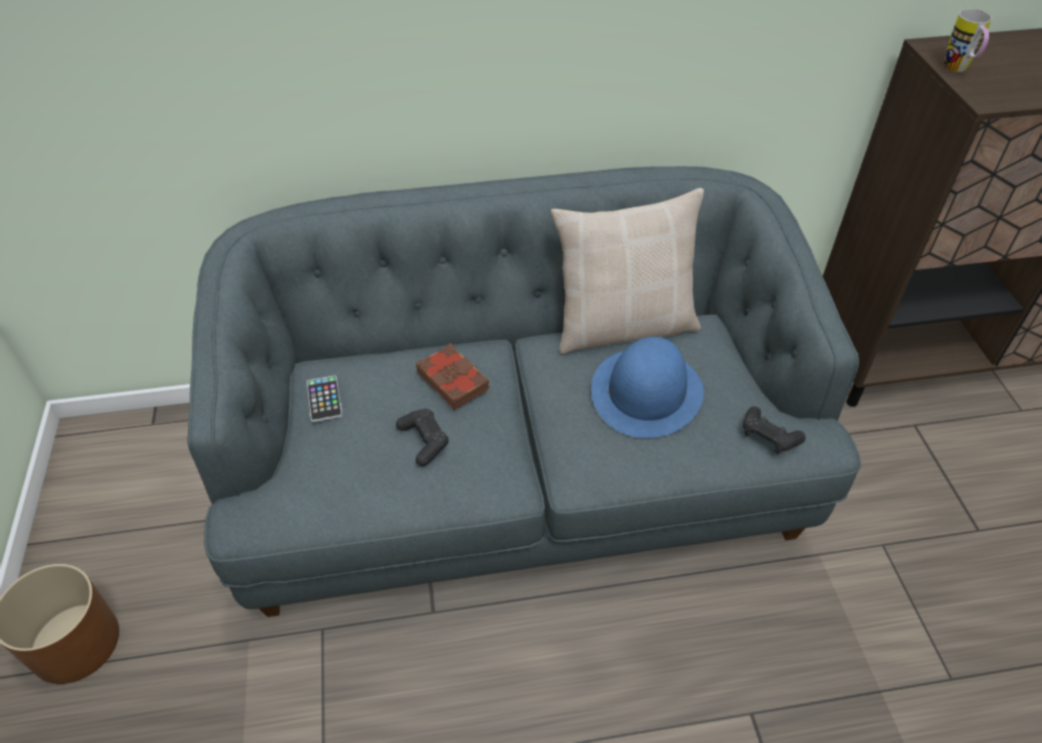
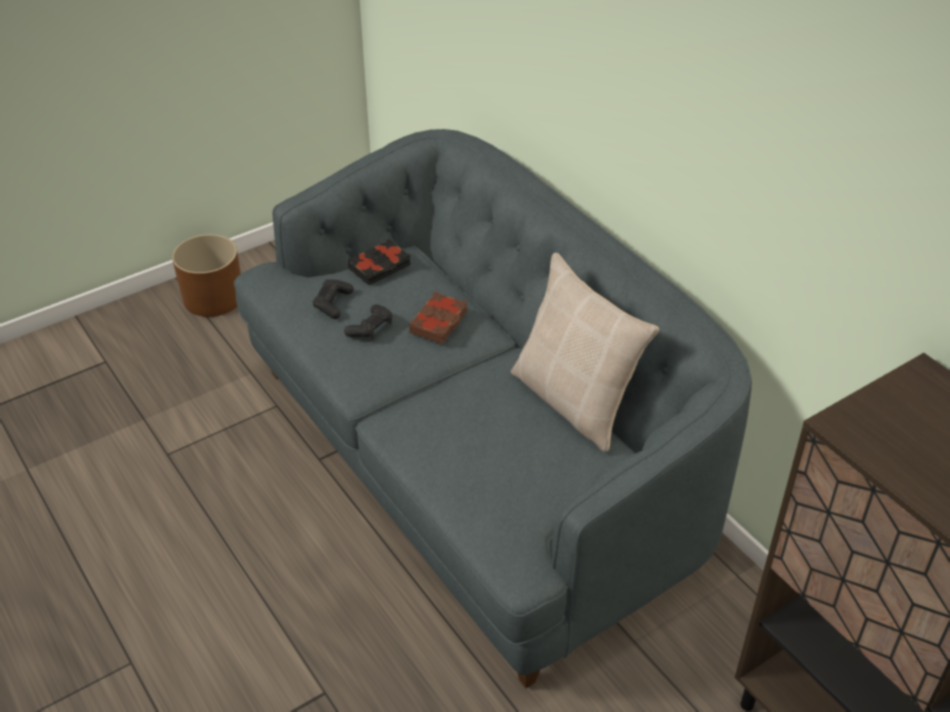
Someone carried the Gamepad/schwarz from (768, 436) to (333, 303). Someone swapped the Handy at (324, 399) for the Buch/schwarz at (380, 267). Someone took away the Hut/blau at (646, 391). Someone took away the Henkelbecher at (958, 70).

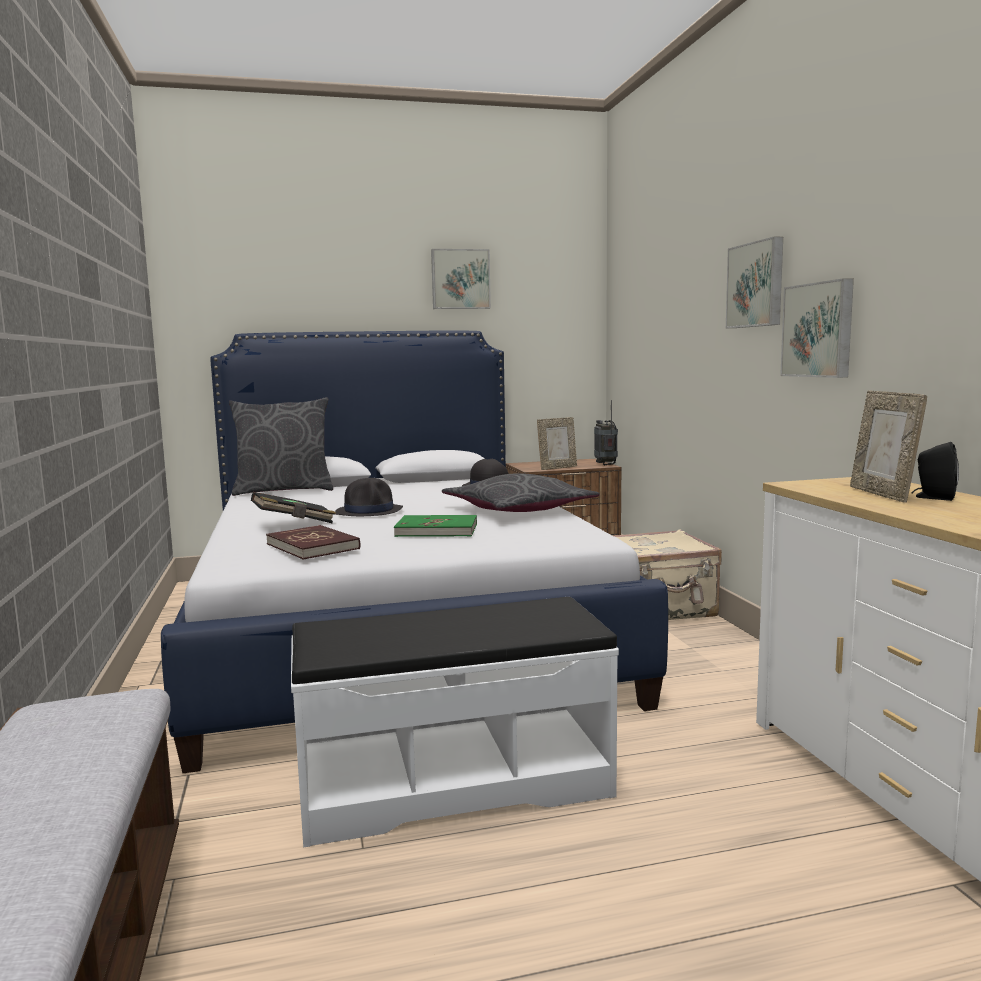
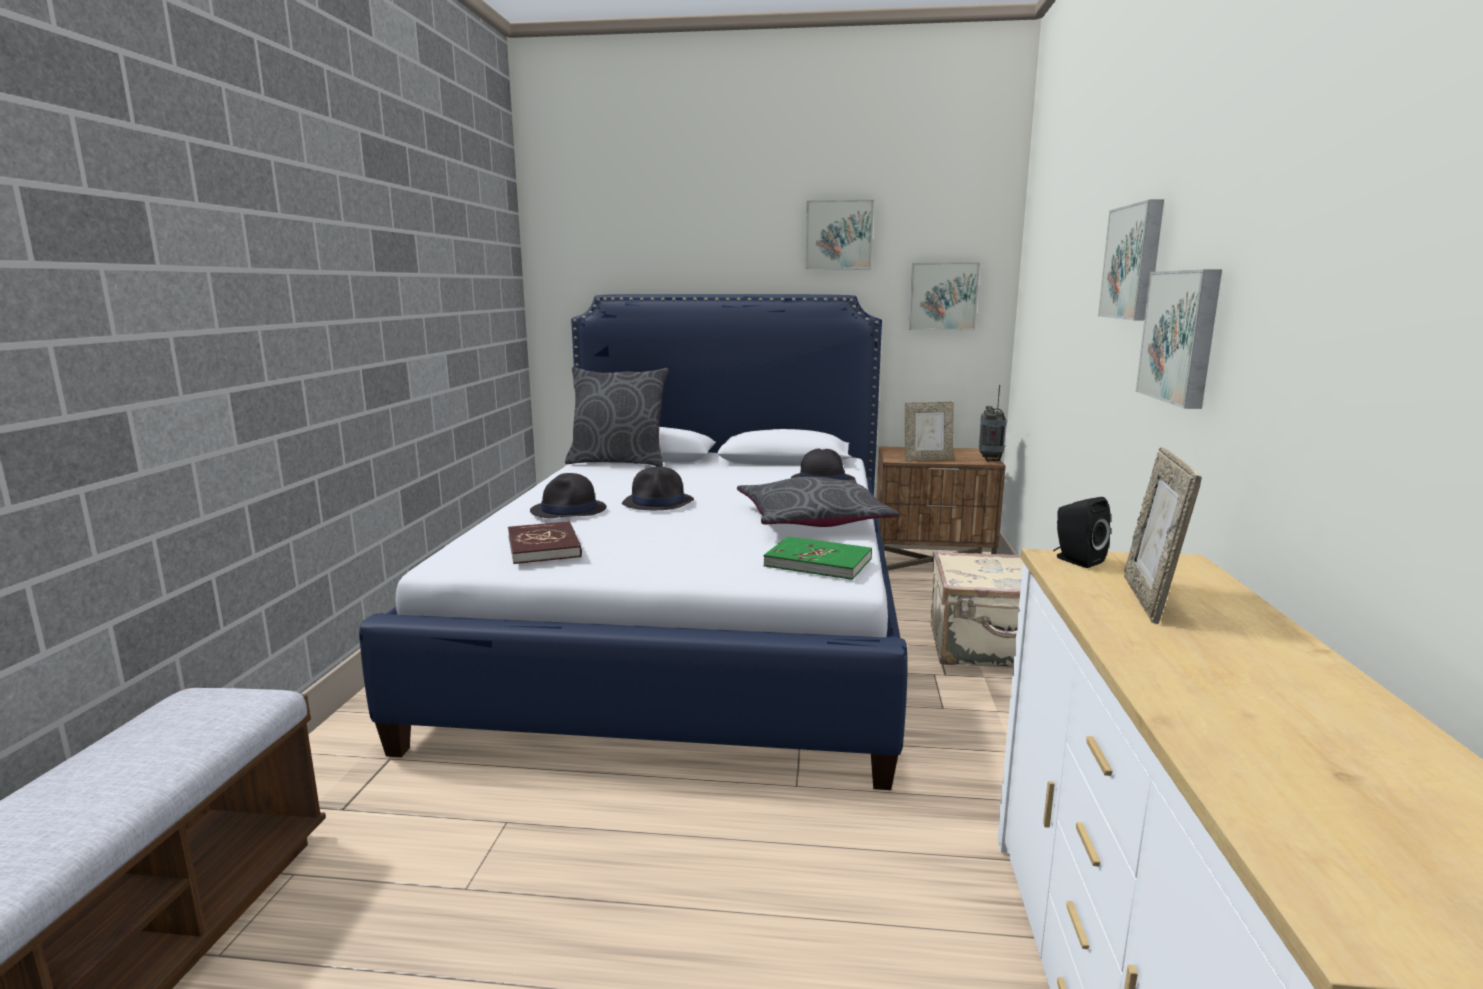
Someone swapped the Buch/schwarz at (294, 523) for the Hut/schwarz at (569, 510). Someone carried the Buch/grün from (436, 530) to (818, 562). Someone put up the Bild at (942, 296). Someone carried the Lautsprecher/schwarz from (933, 497) to (1075, 560). Someone took away the Bank/weiß at (453, 783).

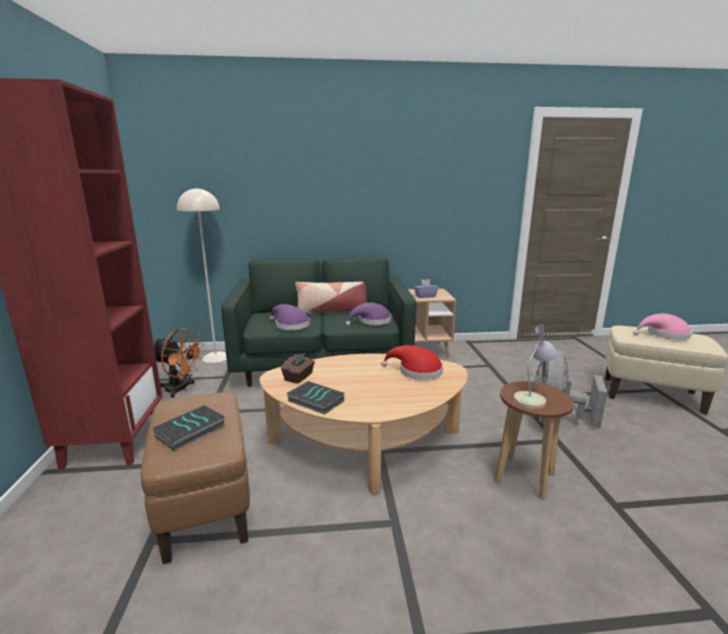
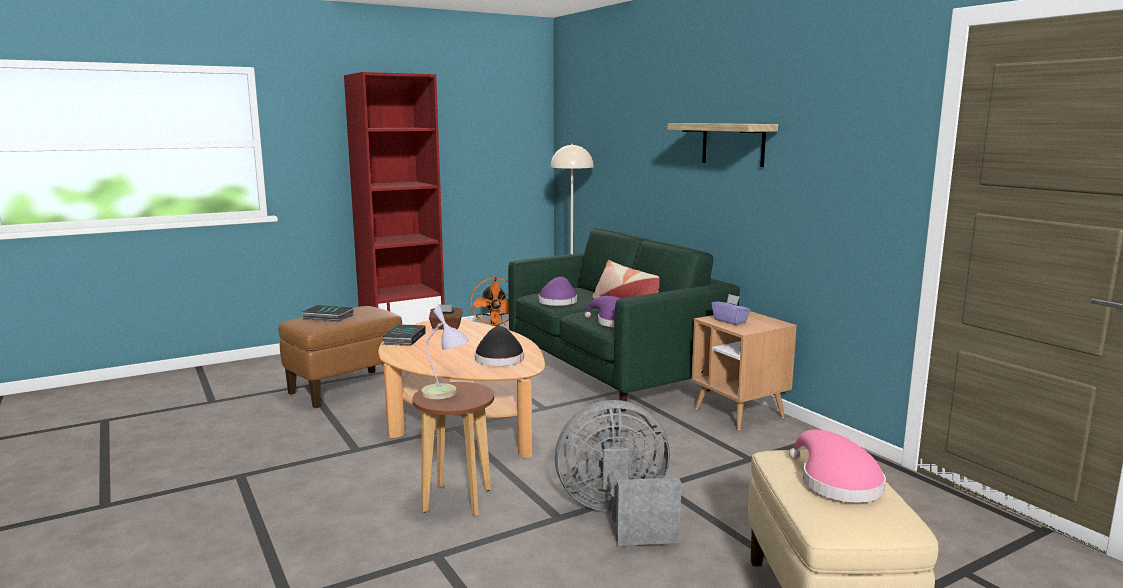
Someone repainted the Hut/rot at (416, 371), which became the Hut/schwarz at (499, 359). Someone put up the Wandregal at (733, 144).

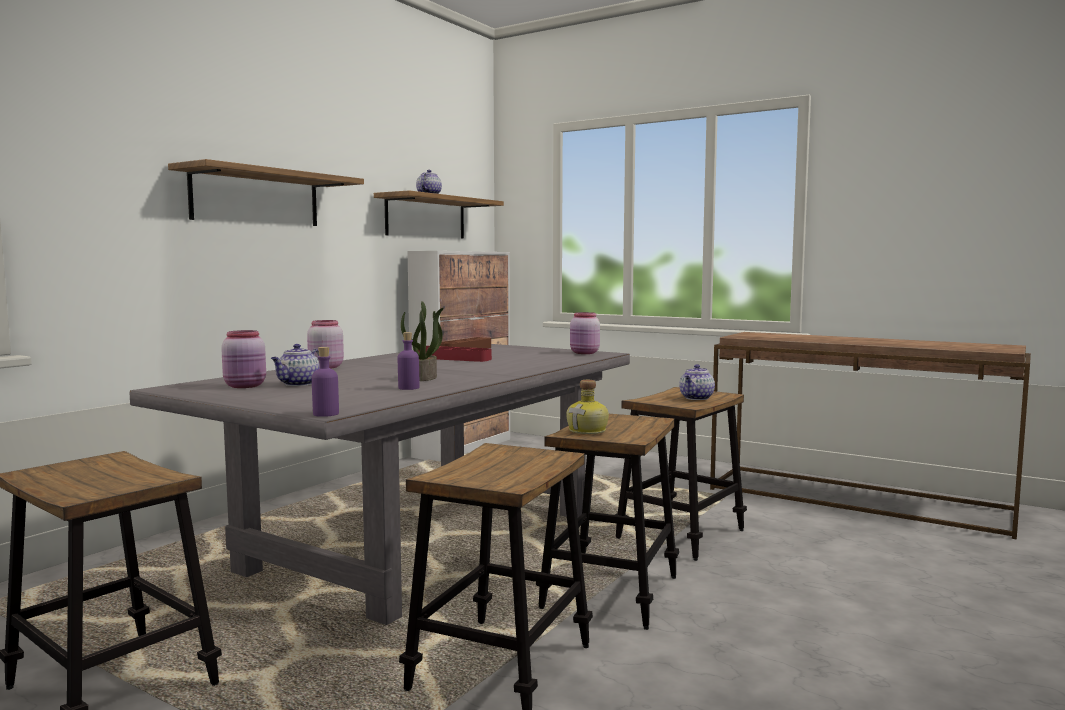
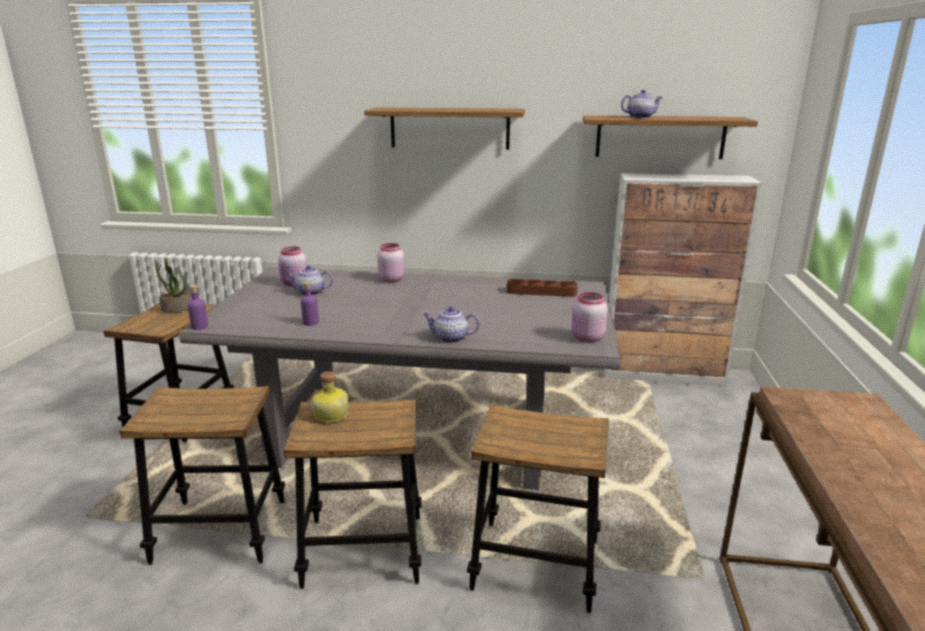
Someone carried the Topfpflanze from (423, 378) to (176, 309). Someone carried the Teekanne from (696, 398) to (450, 338). Someone took away the Tablett/rot at (452, 358).

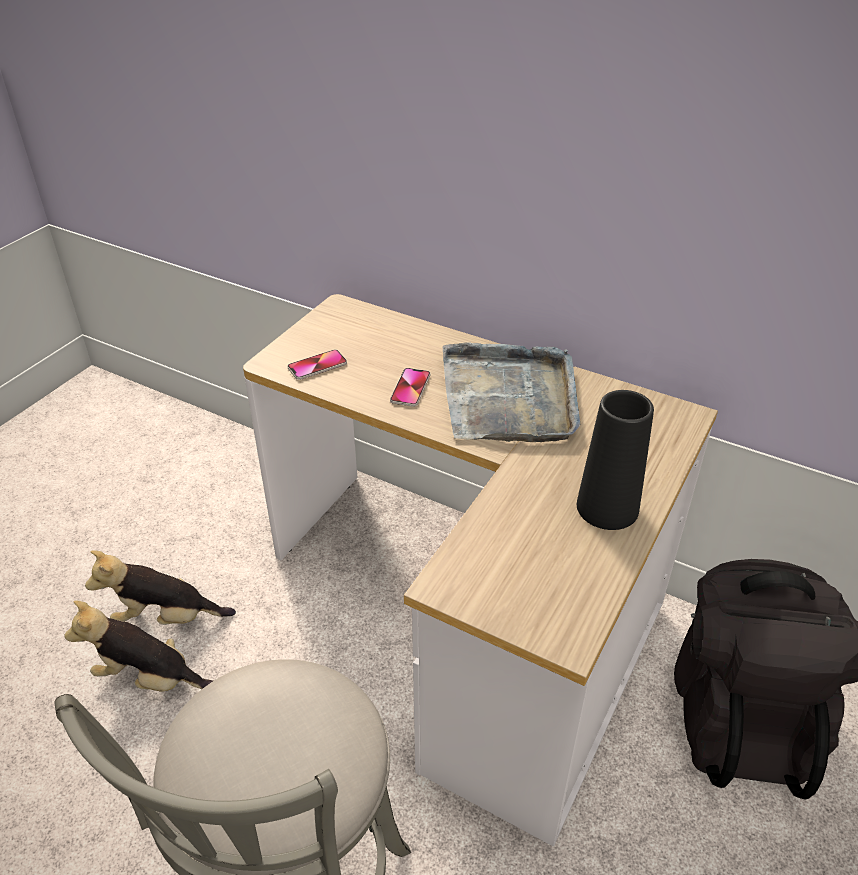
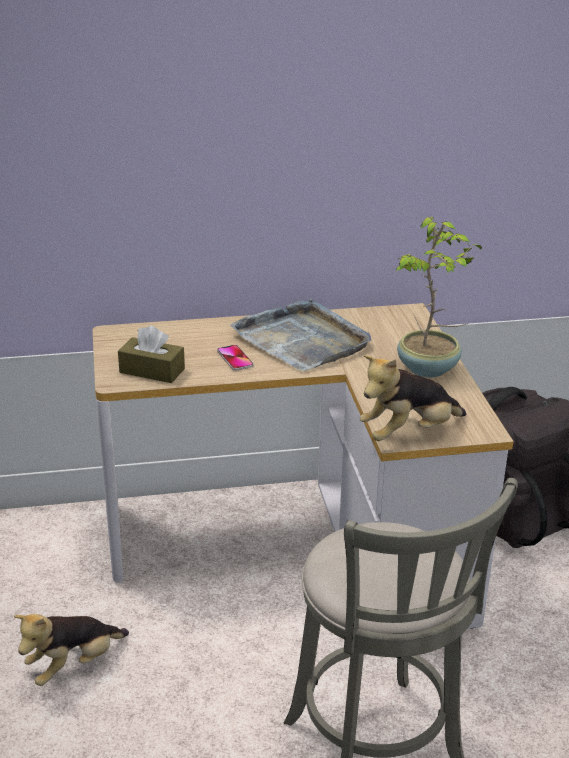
Someone swapped the Handy at (317, 366) for the Taschentuchbox/braun at (152, 371). Someone carried the Plüschtier from (150, 678) to (408, 433). Someone swapped the Vase/schwarz at (607, 507) for the Topfpflanze at (429, 369).

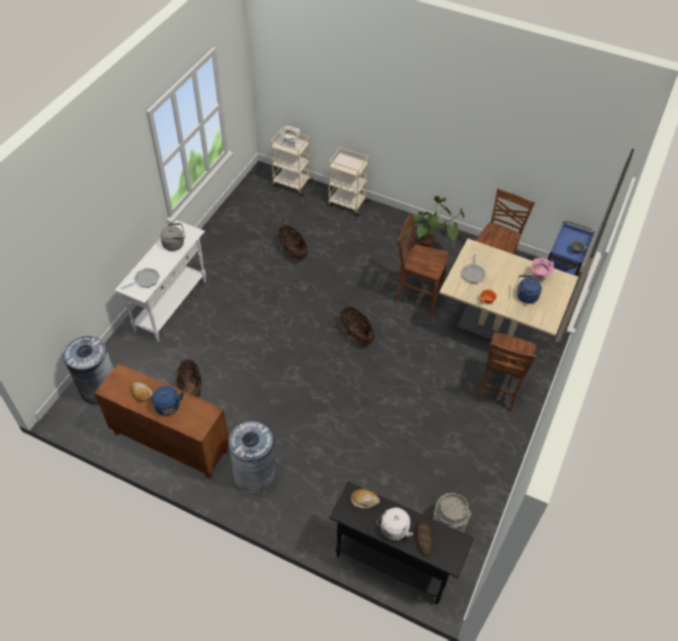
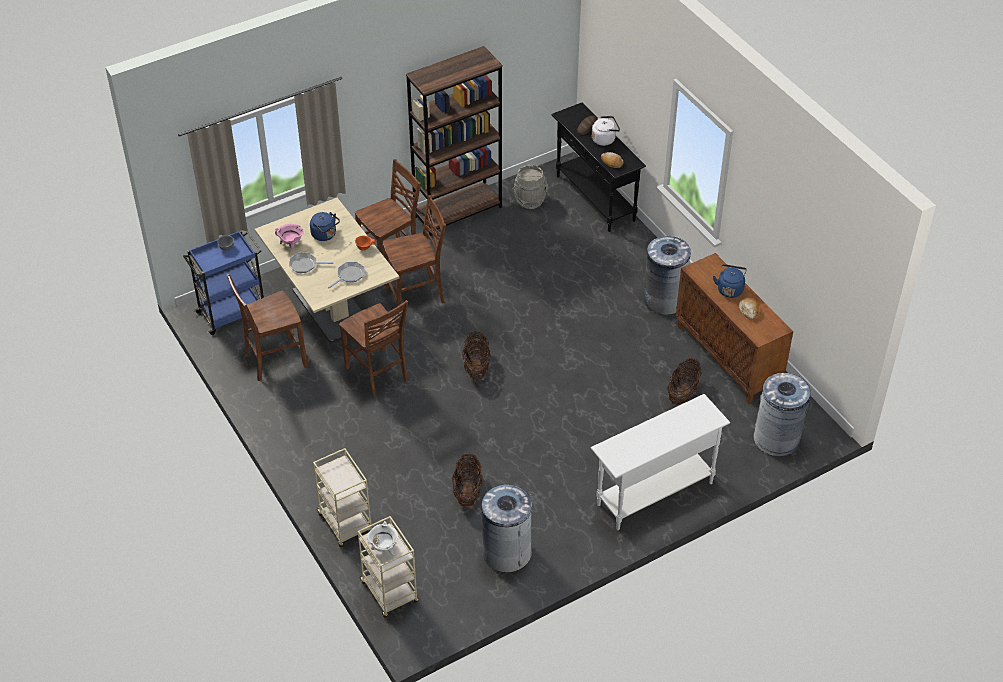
Someone carried the Pfanne from (145, 280) to (305, 265). Someone put down the Stuhl/braun at (416, 296). Someone put down the Bücherregal/braun at (458, 211). Someone put down the Mülleimer/grau at (506, 552). Someone took away the Wasserkessel/grau at (175, 244). Someone took away the Topfpflanze at (430, 244).

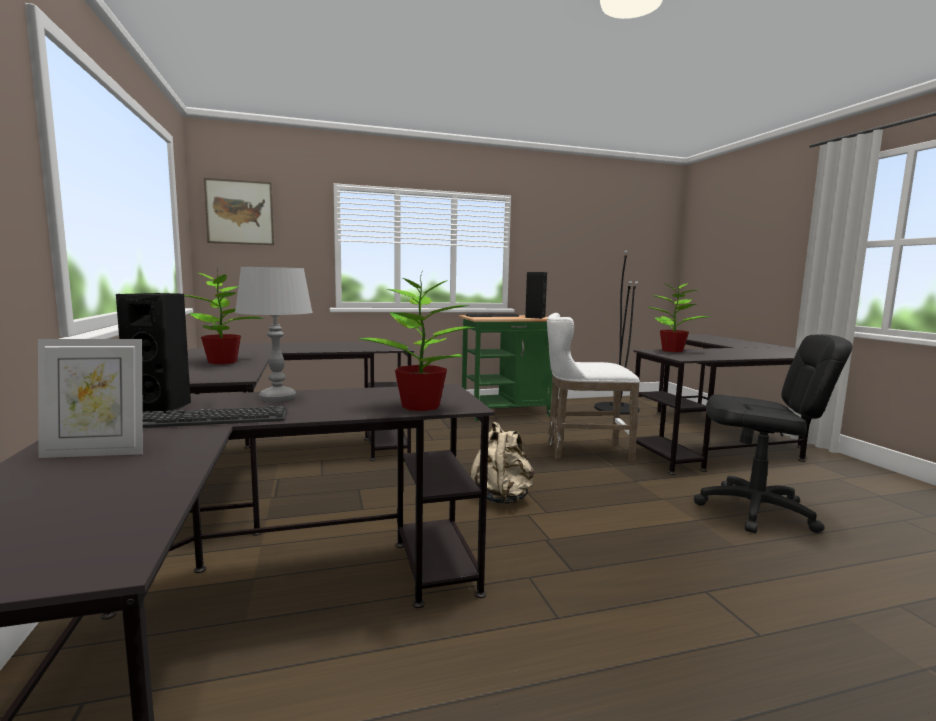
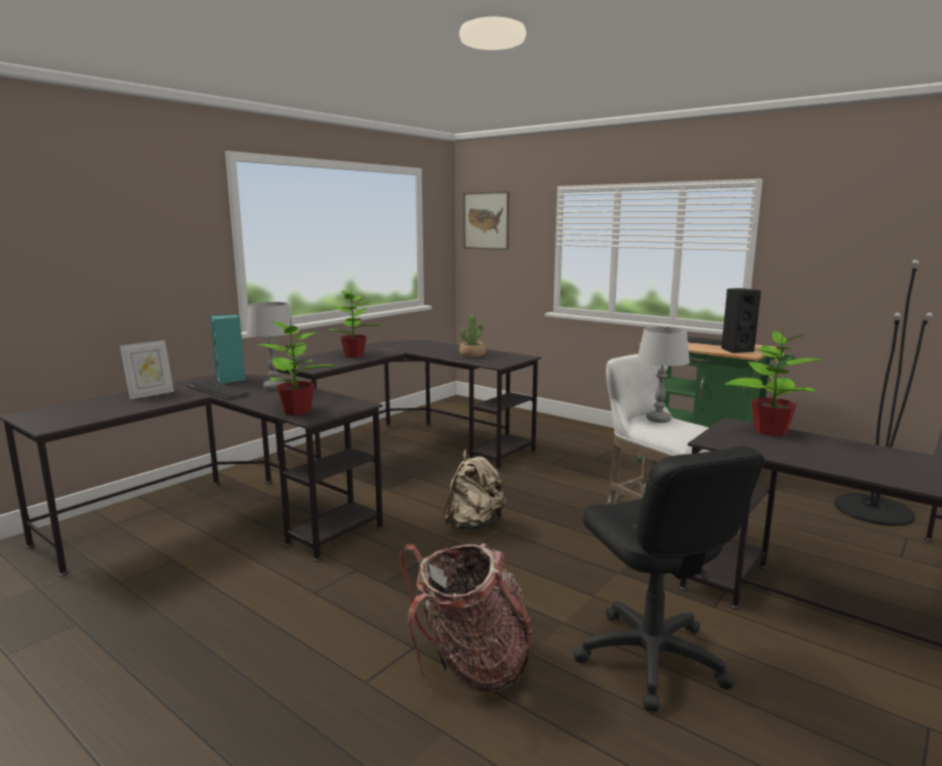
Someone rotated the Bilderrahmen at (96, 452) by 90 degrees counterclockwise. Someone repainted the Lautsprecher/schwarz at (163, 407), which became the Lautsprecher/türkis at (230, 379). Someone put down the Rucksack at (470, 666). Someone put down the Topfpflanze at (472, 354). Someone put down the Tischlampe/grau at (658, 419).

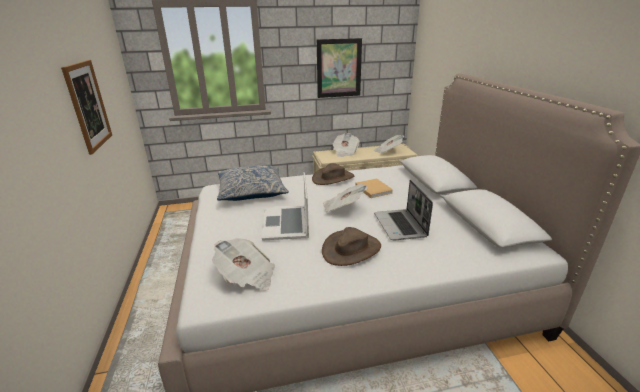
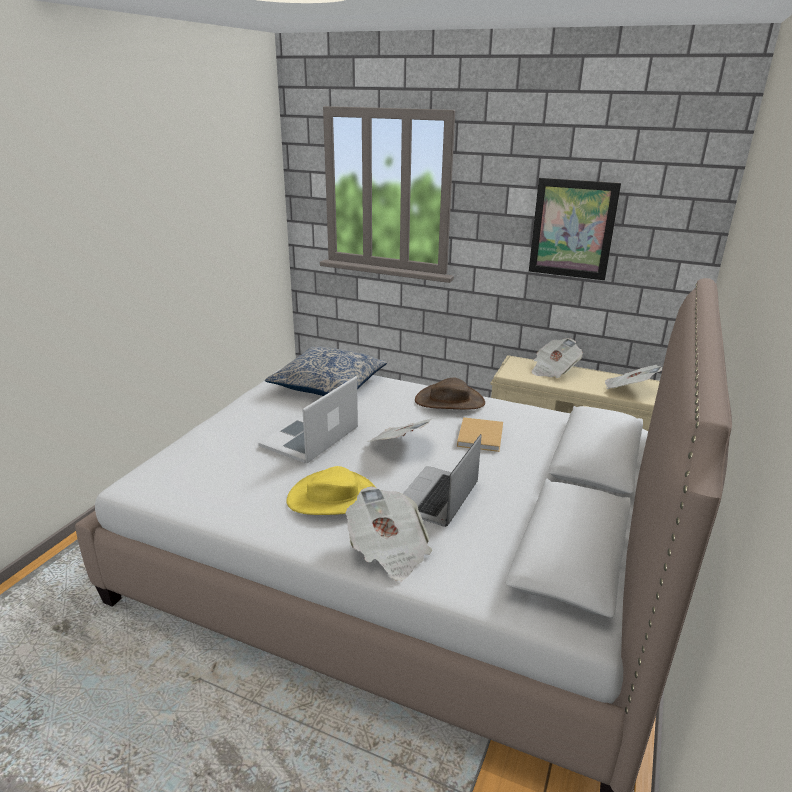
Someone repainted the Hut/braun at (351, 249), which became the Hut/gelb at (333, 498). Someone carried the Zeitung from (247, 277) to (388, 550). Someone took away the Bild at (88, 105).

